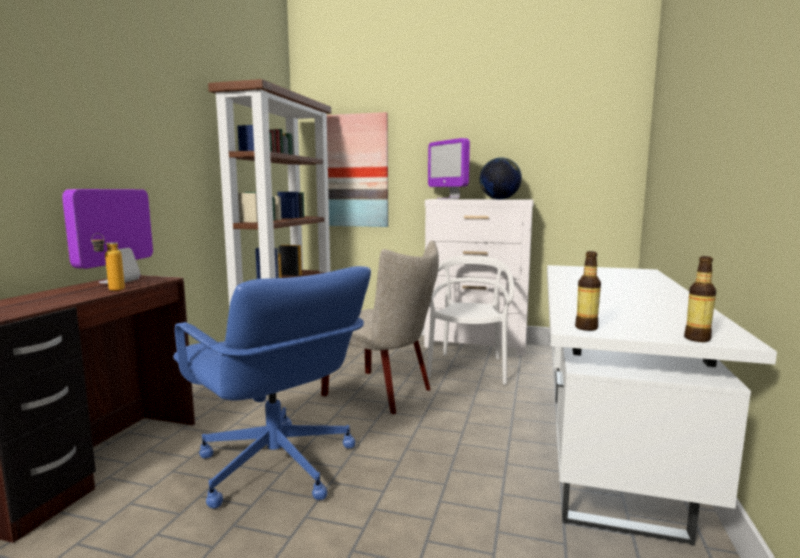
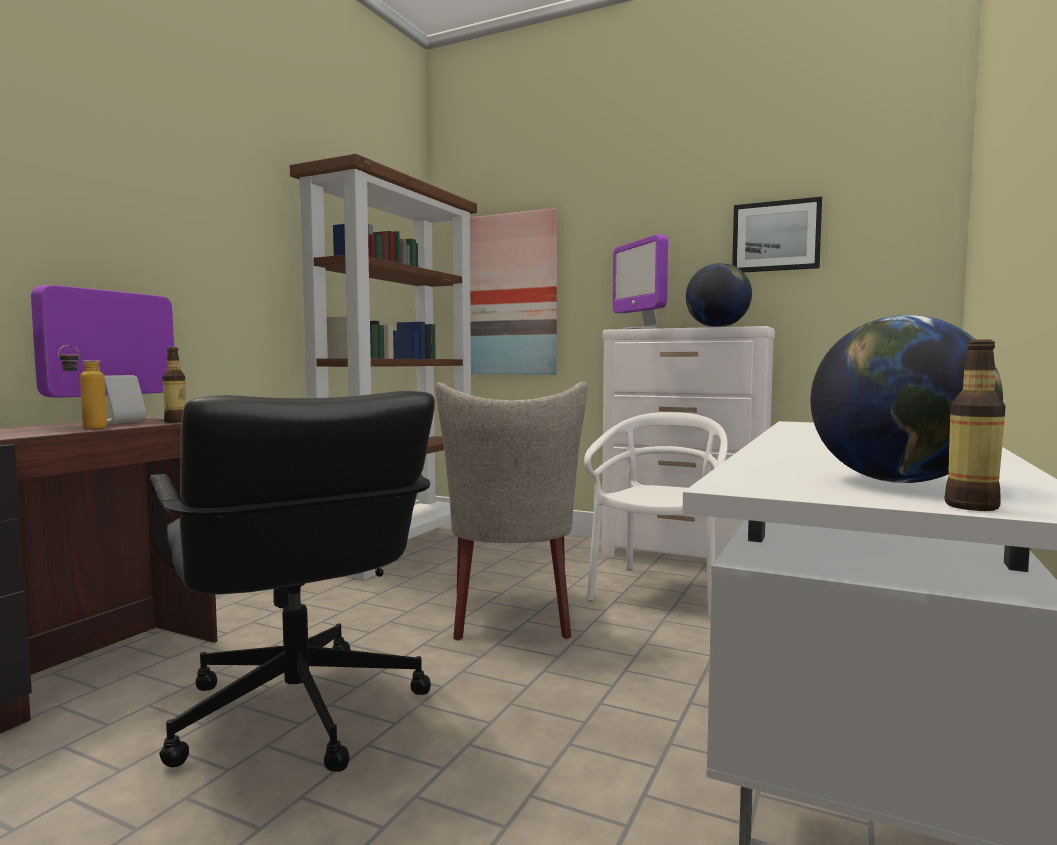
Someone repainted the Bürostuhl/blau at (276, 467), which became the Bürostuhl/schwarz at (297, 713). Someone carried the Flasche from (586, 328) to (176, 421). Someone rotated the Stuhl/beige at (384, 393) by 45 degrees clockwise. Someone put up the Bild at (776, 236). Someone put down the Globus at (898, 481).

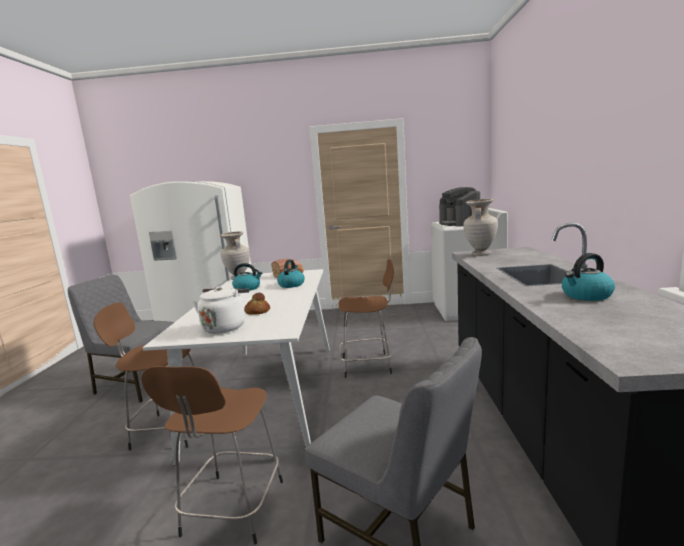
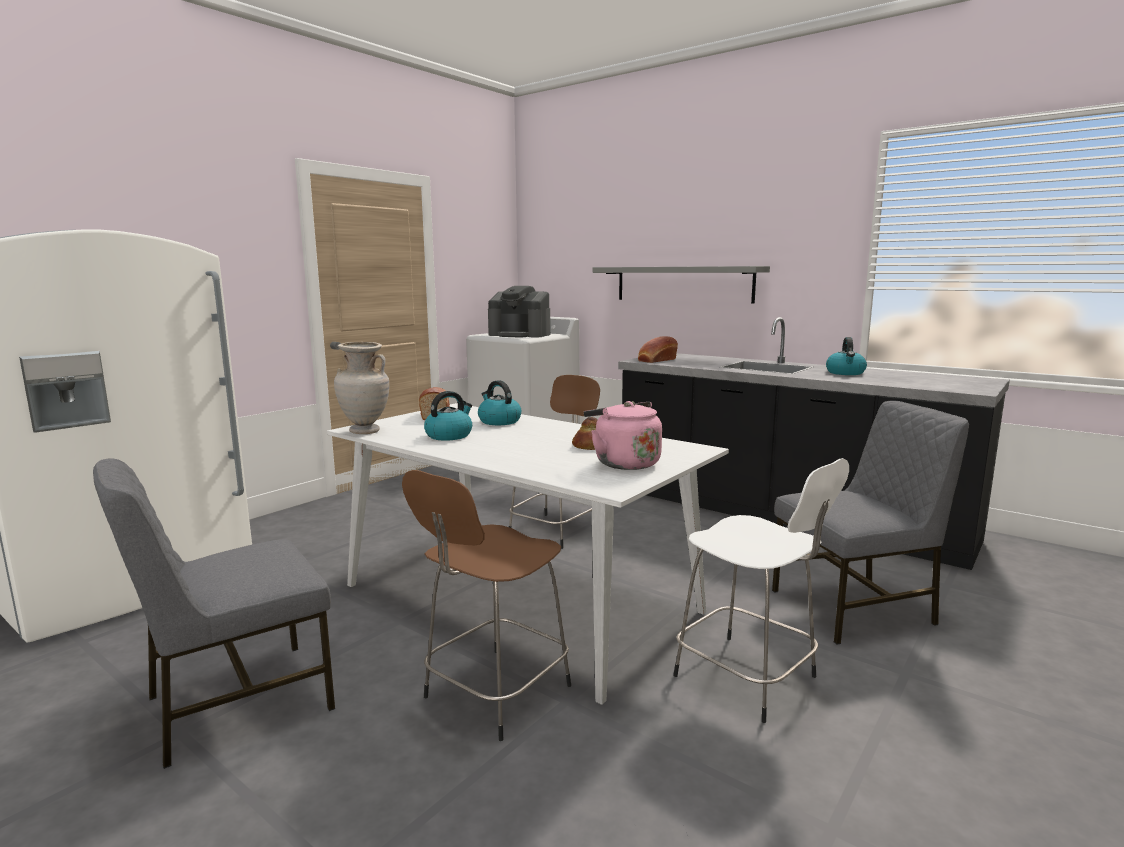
Someone repainted the Wasserkessel/weiß at (225, 326), which became the Wasserkessel/rosa at (623, 463). Someone put up the Wandregal/grau at (683, 284). Someone swapped the Vase/beige at (480, 254) for the Brot at (656, 360). Someone repainted the Hocker/braun at (232, 510), which became the Hocker/weiß at (749, 679).

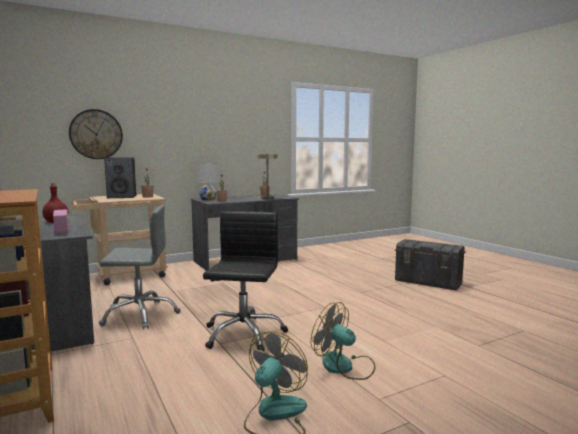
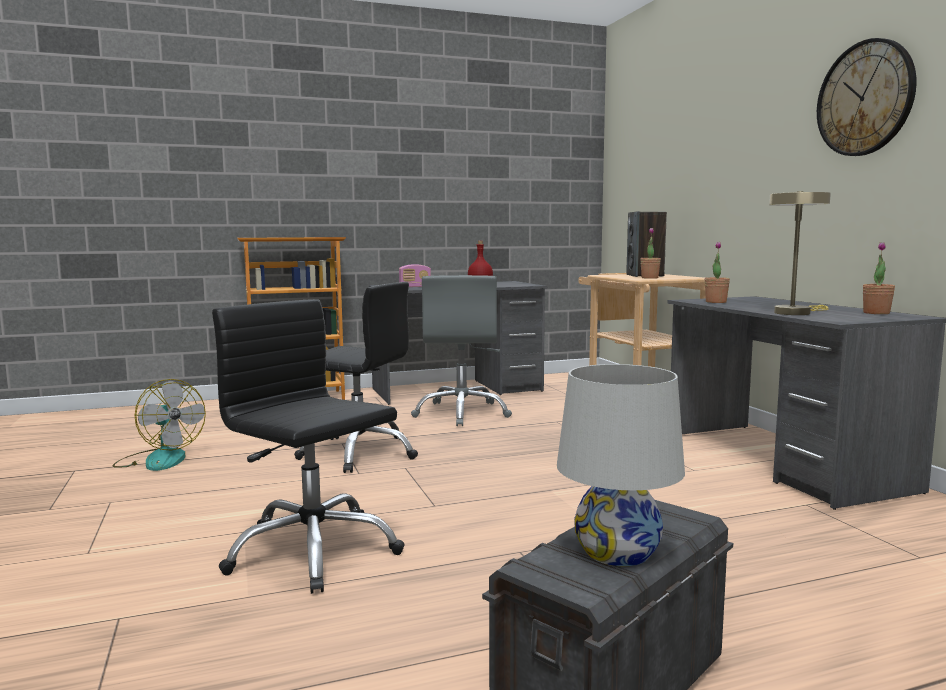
Someone put down the Bürostuhl/schwarz at (312, 551). Someone carried the Tischlampe/weiß from (208, 199) to (616, 552). Someone carried the Wanduhr from (96, 134) to (865, 98). Someone took away the Ventilator at (344, 366).

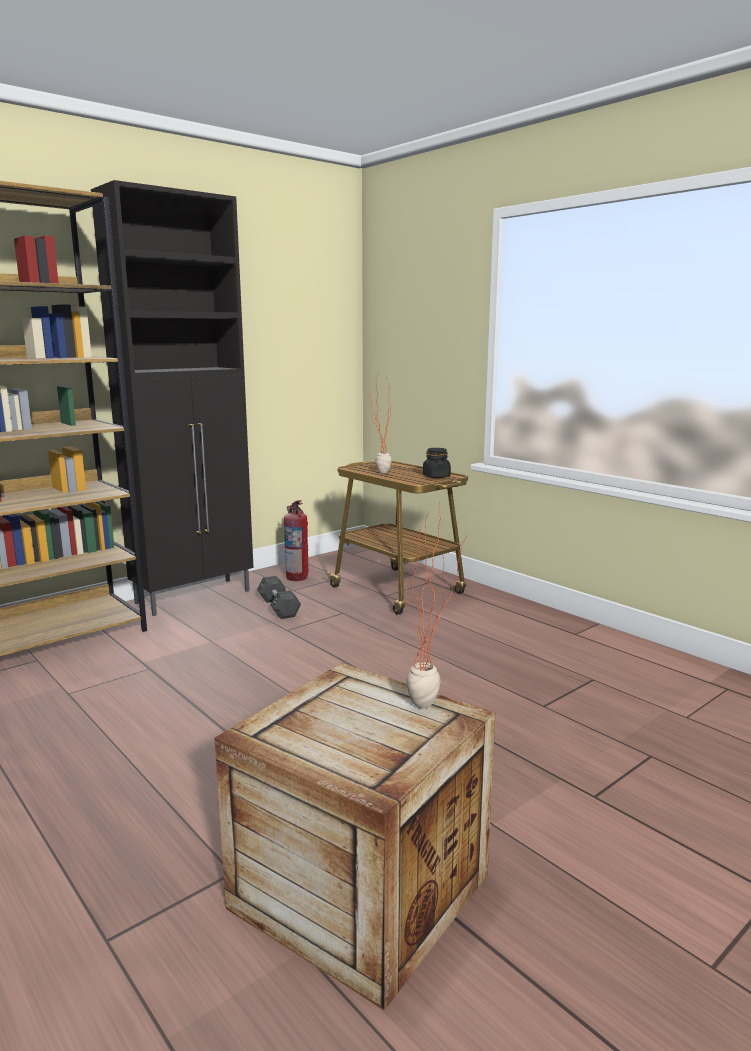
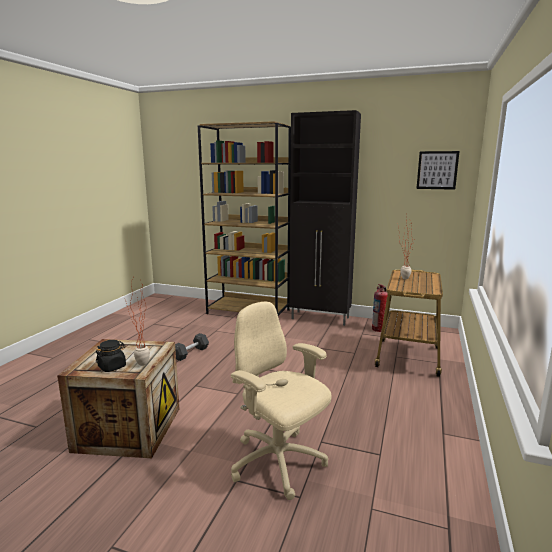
Someone carried the Vorratsglas/schwarz from (436, 476) to (112, 367). Someone carried the Hantel/grau from (278, 607) to (190, 353). Someone put down the Bürostuhl/beige at (278, 463). Someone put up the Bild at (437, 170).

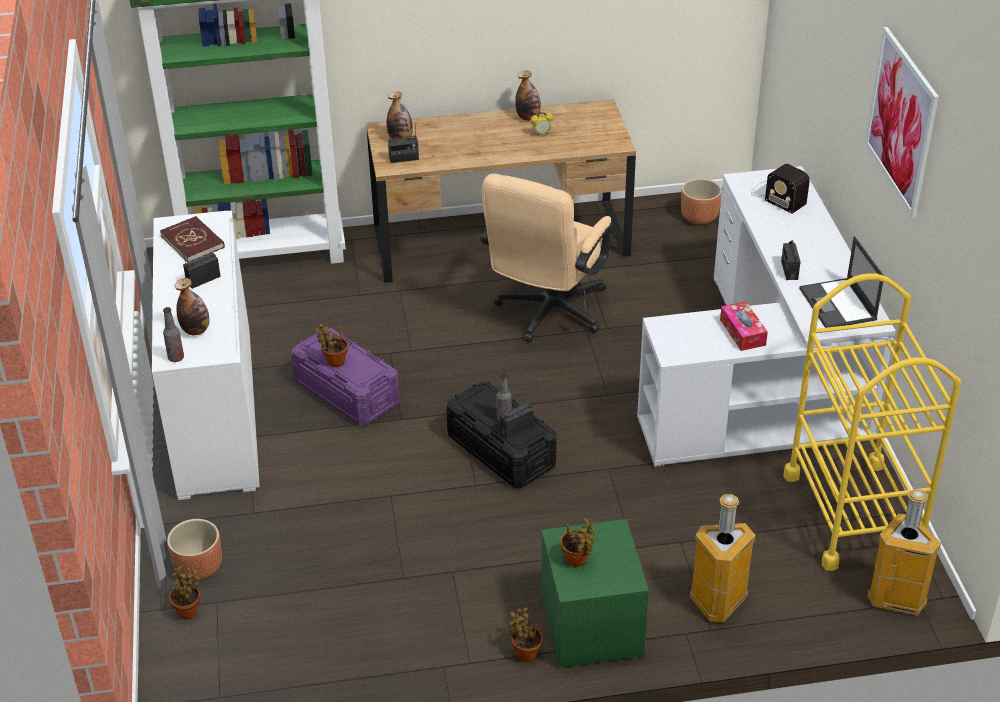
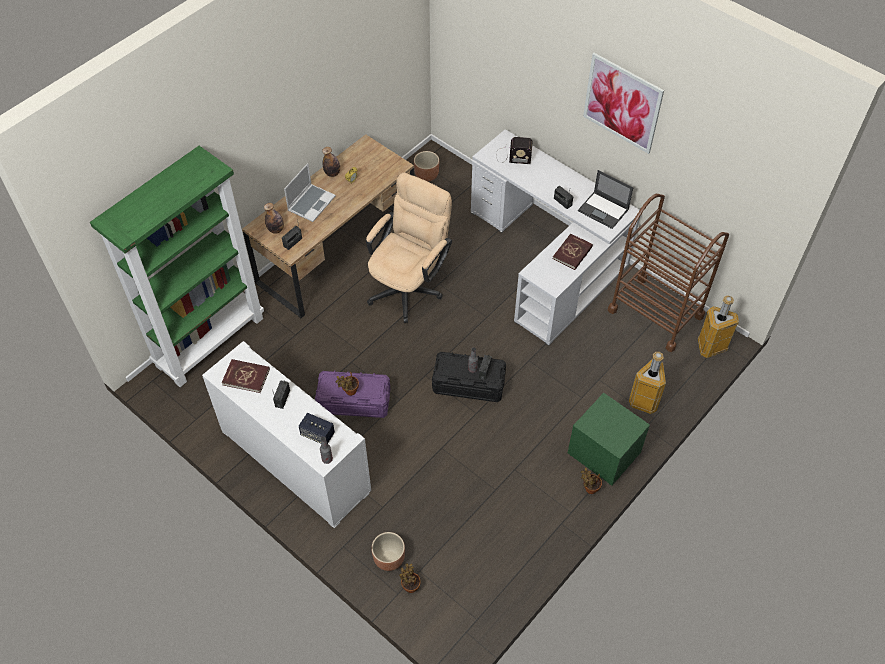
Someone put down the Laptop at (311, 203). Someone swapped the Flasche at (196, 330) for the Lautsprecher at (317, 434). Someone rotated the Bürostuhl/beige at (547, 315) by 135 degrees counterclockwise. Someone swapped the Taschentuchbox at (742, 332) for the Buch/rot at (572, 253). Someone repainted the Rollwagen/gelb at (853, 513), which became the Rollwagen/braun at (655, 313). Someone took away the Topfpflanze at (578, 561).

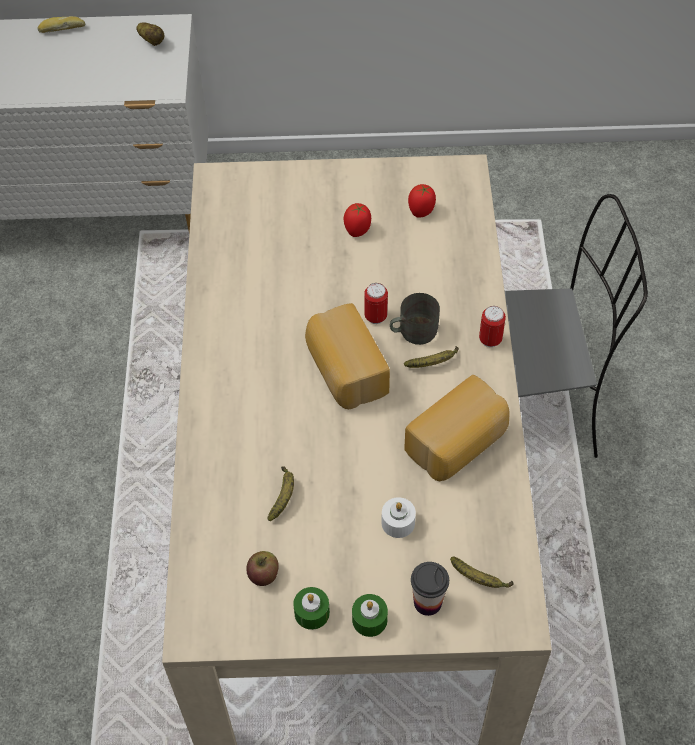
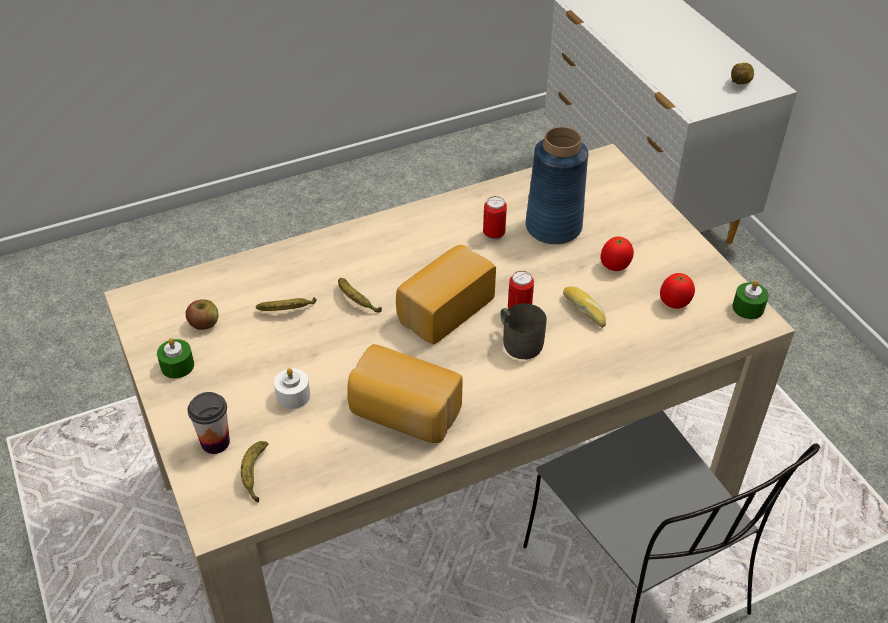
Someone carried the Banane from (433, 363) to (356, 301). Someone carried the Dose from (490, 340) to (493, 234). Someone put down the Vase/blau at (553, 227). Someone carried the Brot from (62, 28) to (585, 310). Someone carried the Kerze/grün from (369, 620) to (748, 308).

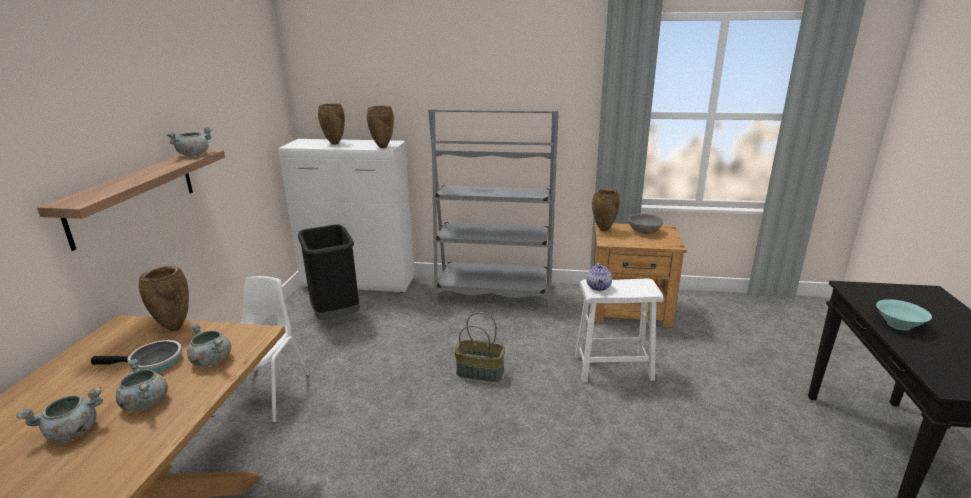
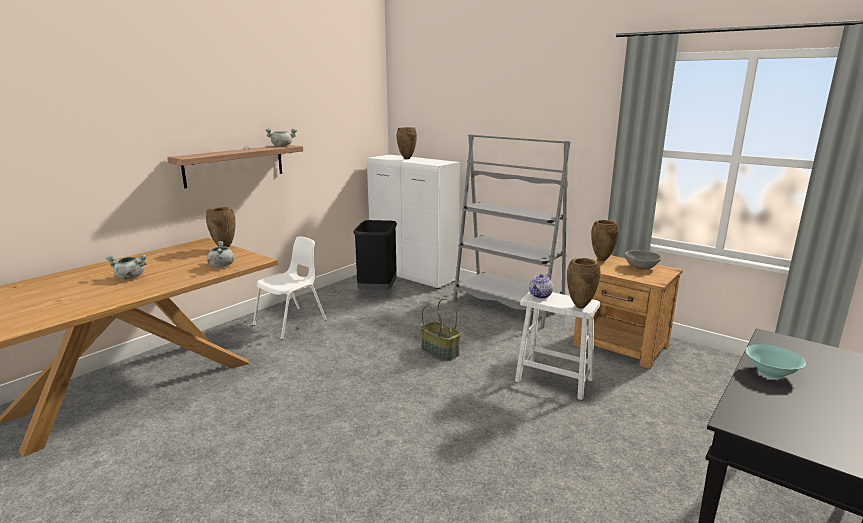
Someone carried the Vase/braun from (382, 147) to (580, 306). Someone took away the Pfanne at (151, 362). Someone took away the Kochtopf/grau at (144, 402).

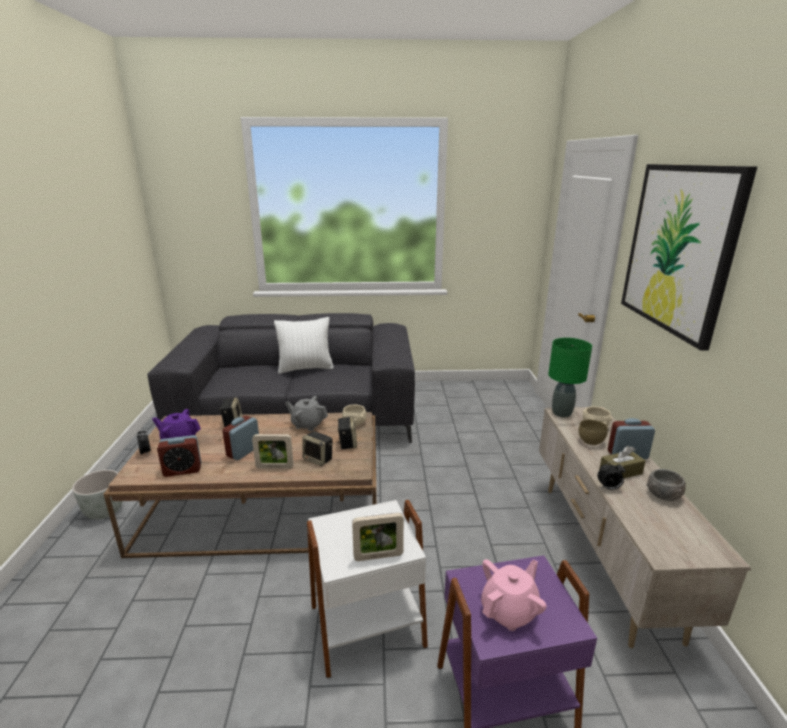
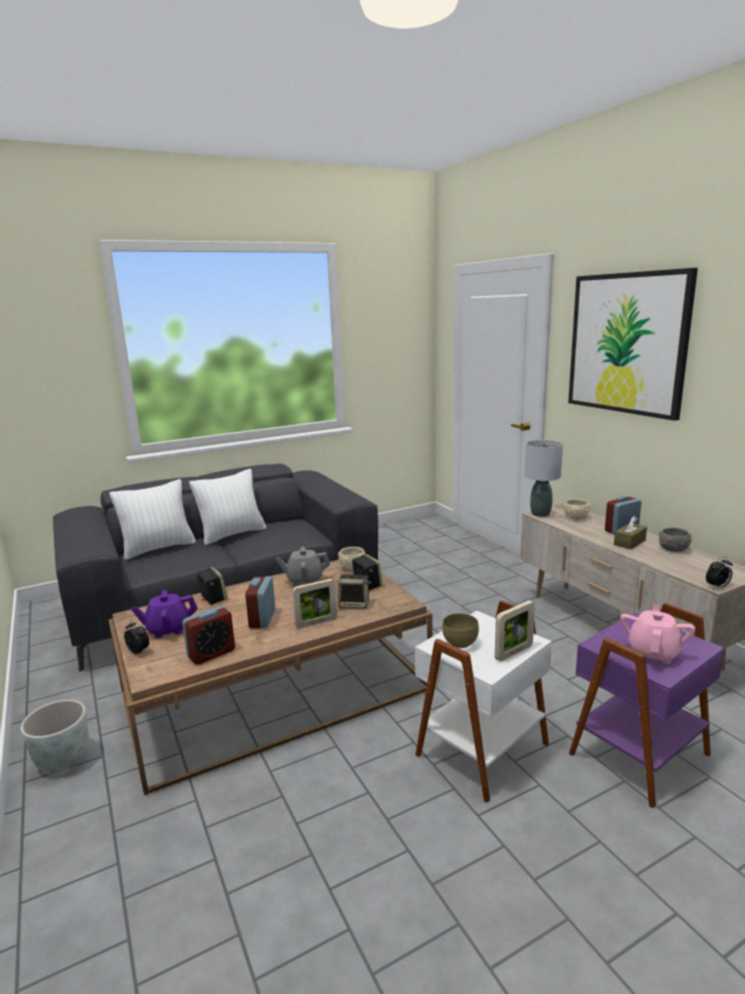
Someone put down the Kissen/weiß at (158, 548). Someone carried the Schüssel/braun from (591, 442) to (461, 643). Someone repainted the Tischlampe/grün at (561, 413), which became the Tischlampe/grau at (540, 513). Someone carried the Wecker from (608, 488) to (717, 587).

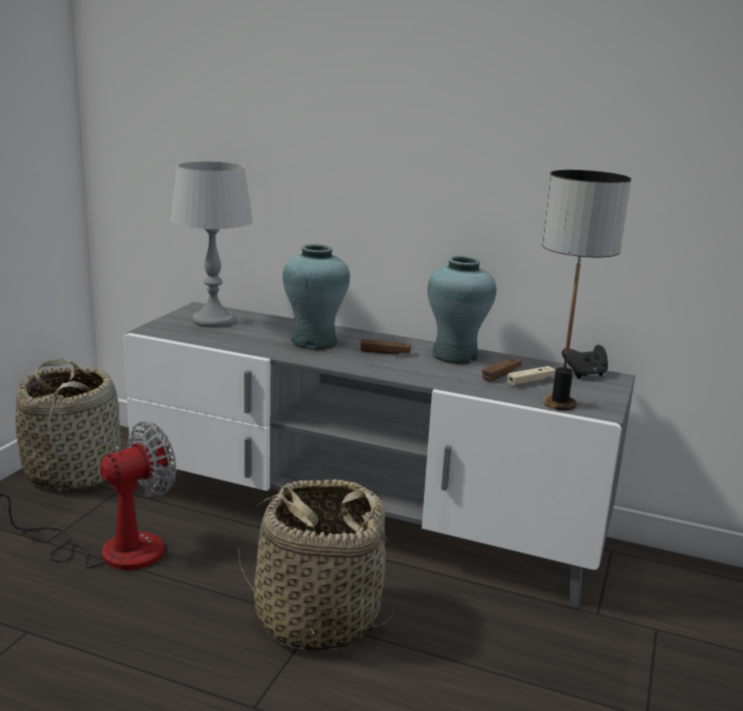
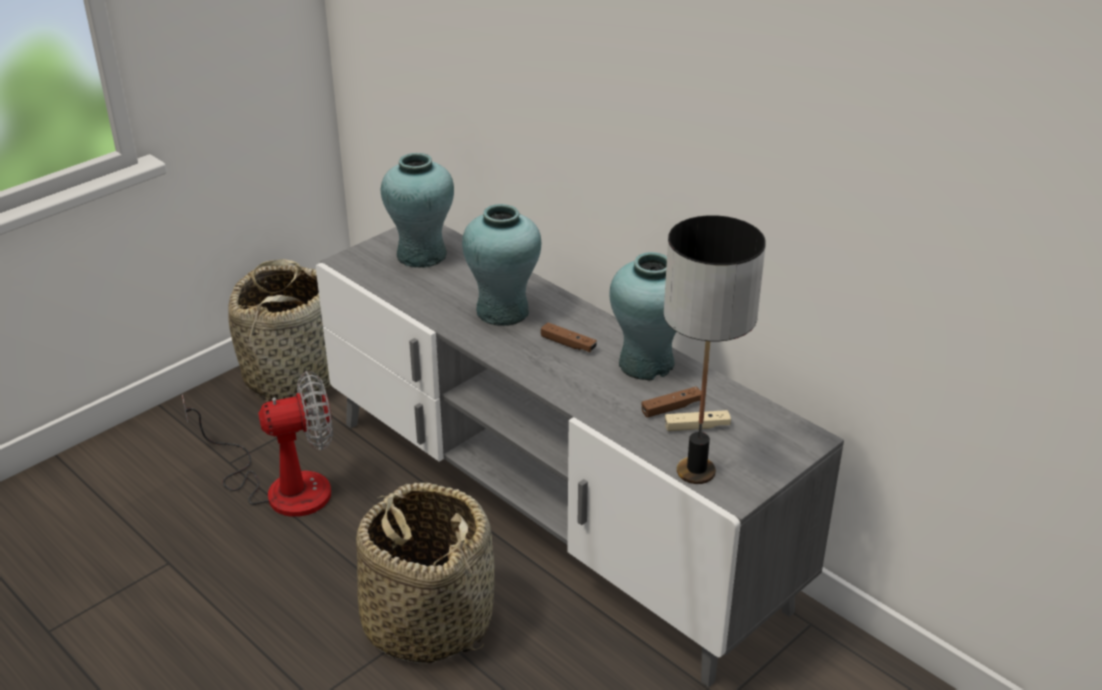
Someone swapped the Tischlampe/grau at (214, 321) for the Vase/türkis at (421, 255). Someone took away the Gamepad/schwarz at (585, 374).

